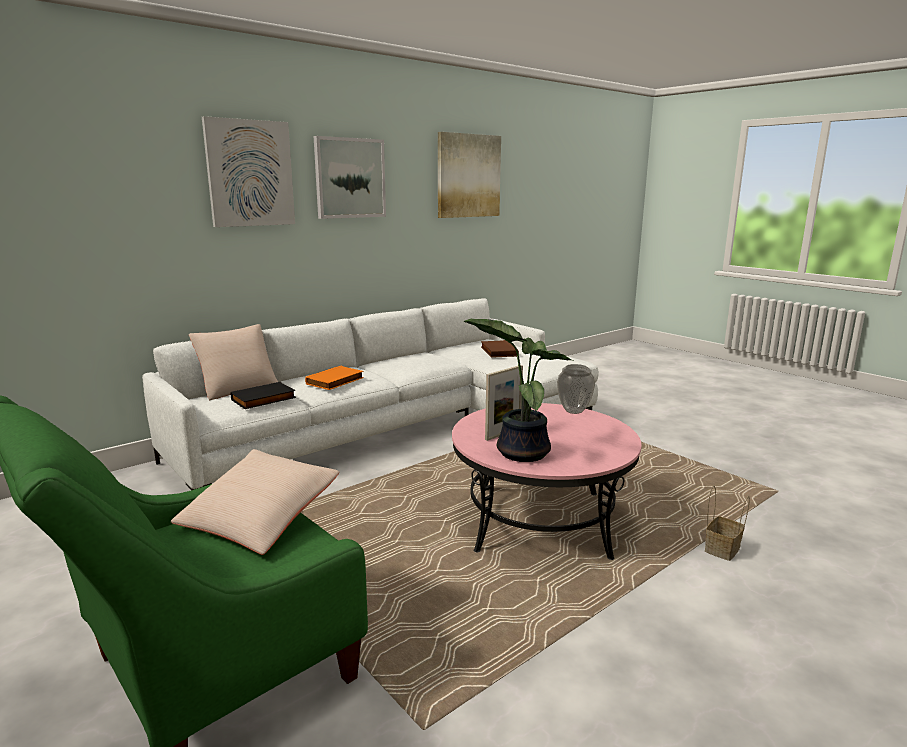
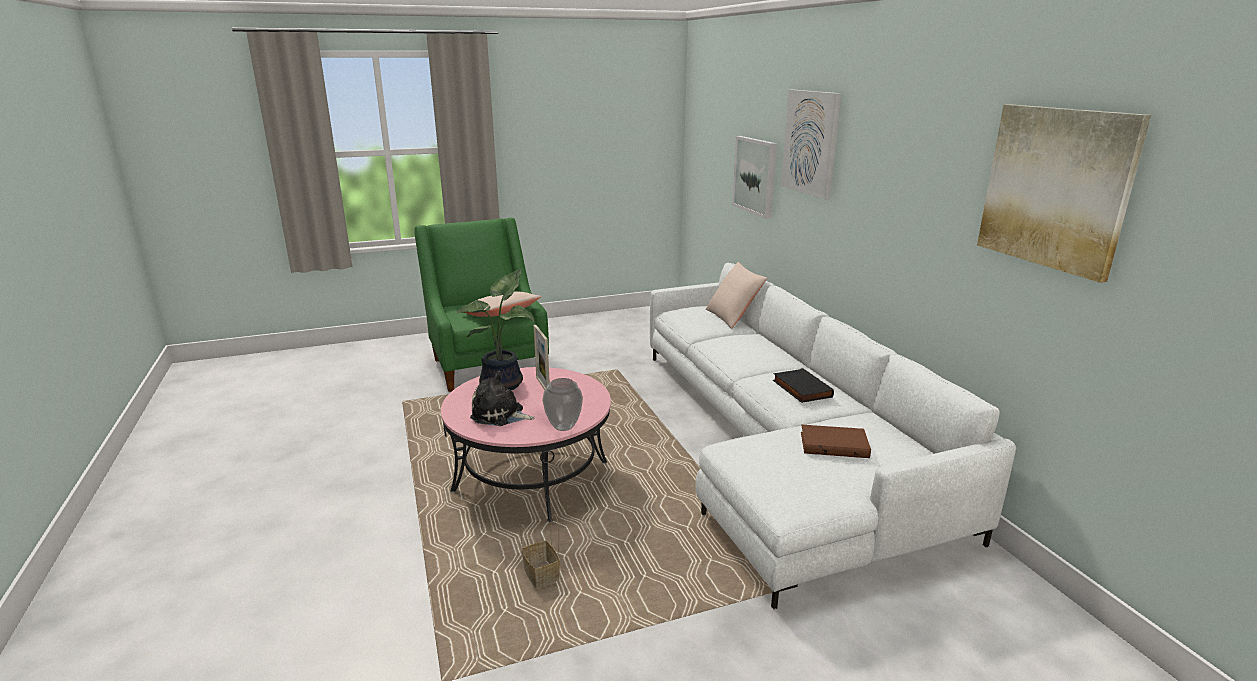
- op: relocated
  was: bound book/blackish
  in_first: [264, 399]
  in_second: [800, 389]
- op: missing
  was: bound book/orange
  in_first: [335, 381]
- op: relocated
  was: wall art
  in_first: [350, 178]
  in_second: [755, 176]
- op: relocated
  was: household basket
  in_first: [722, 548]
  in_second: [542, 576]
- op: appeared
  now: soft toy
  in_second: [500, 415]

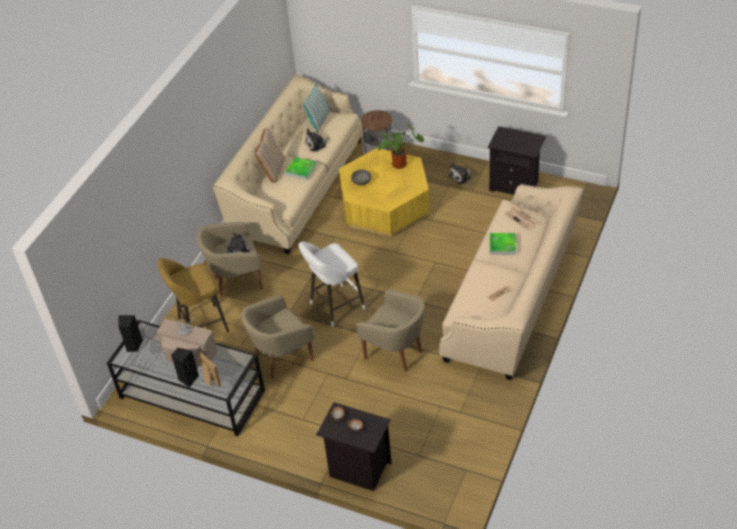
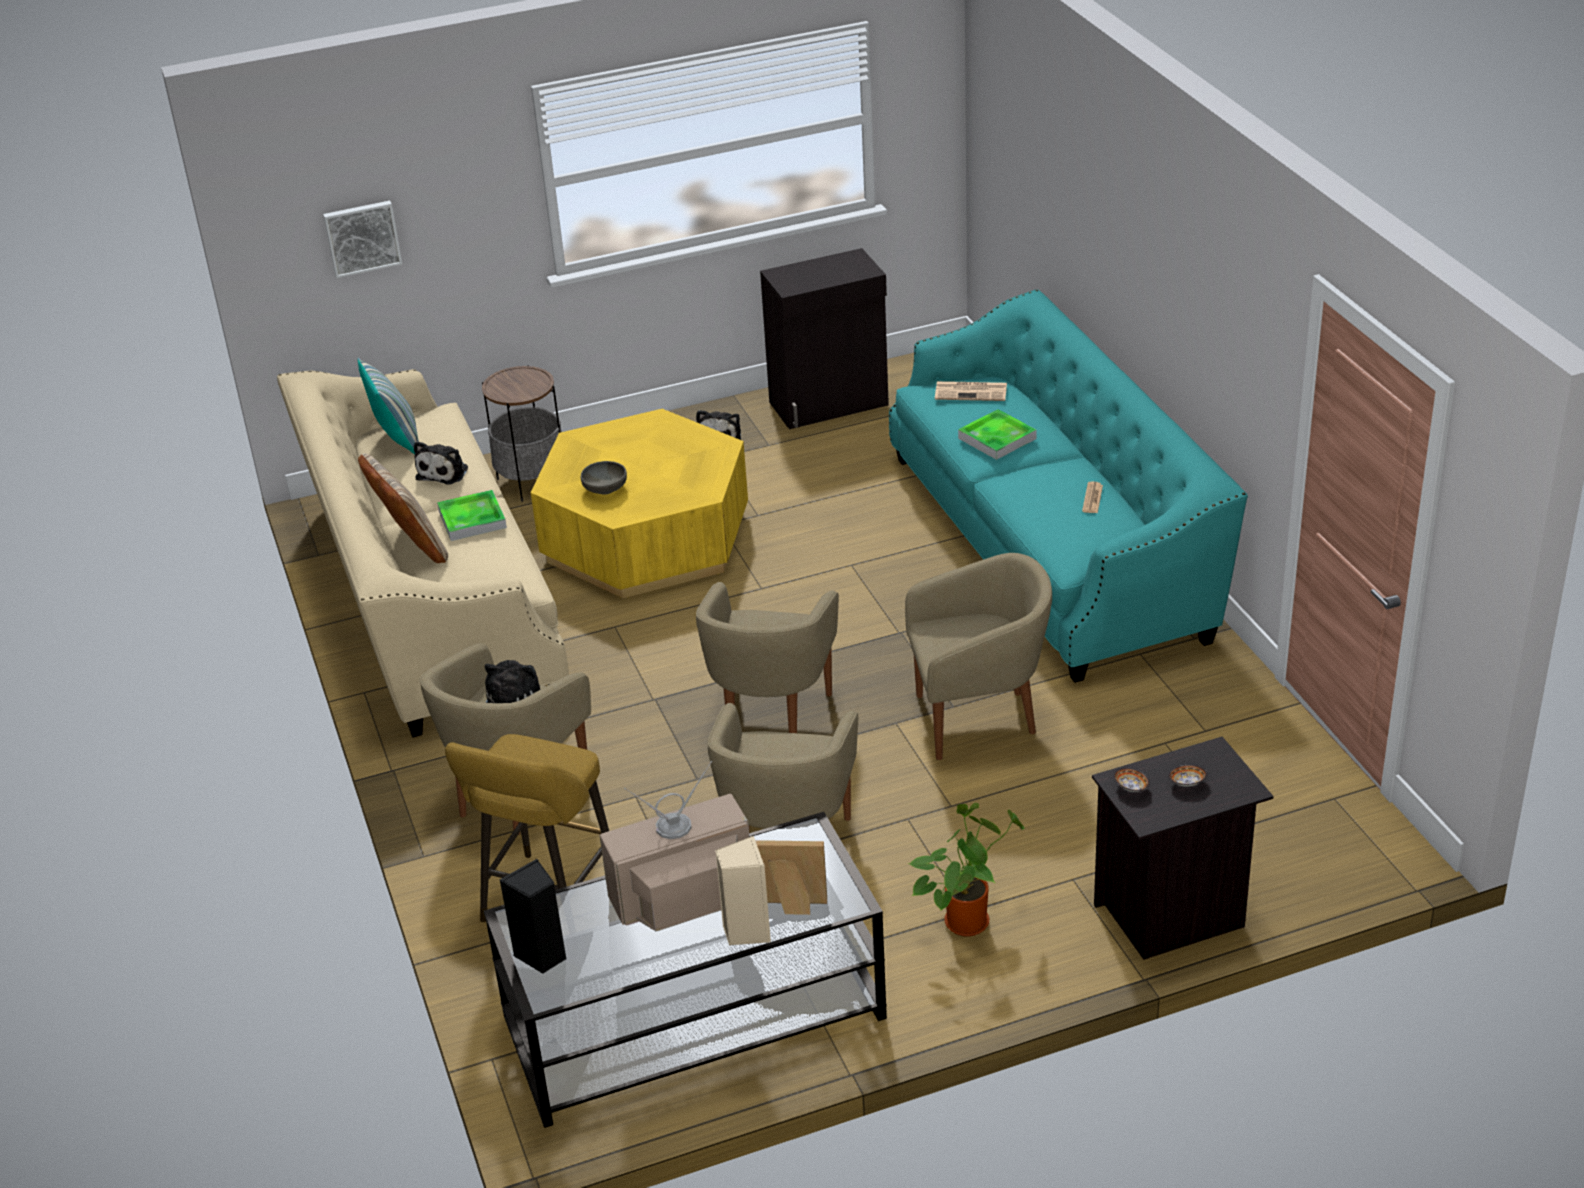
- op: colour
  was: loudspeaker/blackish
  now: loudspeaker/beige
  in_first: [188, 379]
  in_second: [746, 931]
- op: exchanged
  was: sitting stool/white
  now: armchair/beige
  in_first: [334, 307]
  in_second: [771, 721]
- op: relocated
  was: plant in a pot
  in_first: [401, 163]
  in_second: [967, 919]
- op: colour
  was: settee/beige
  now: settee/blue-green
  in_first: [511, 300]
  in_second: [1051, 545]
- op: exchanged
  was: bedside table/blackish
  now: storage cabinet/blackish
  in_first: [515, 186]
  in_second: [830, 404]
- op: appeared
  now: wall art
  in_second: [362, 237]

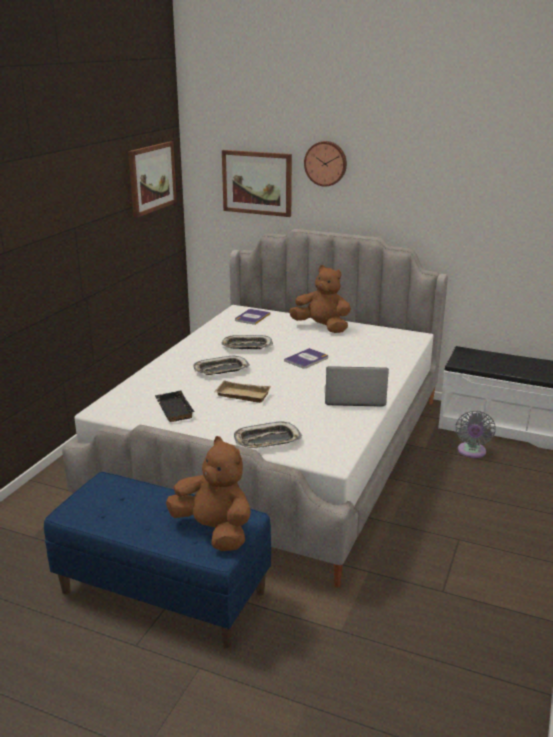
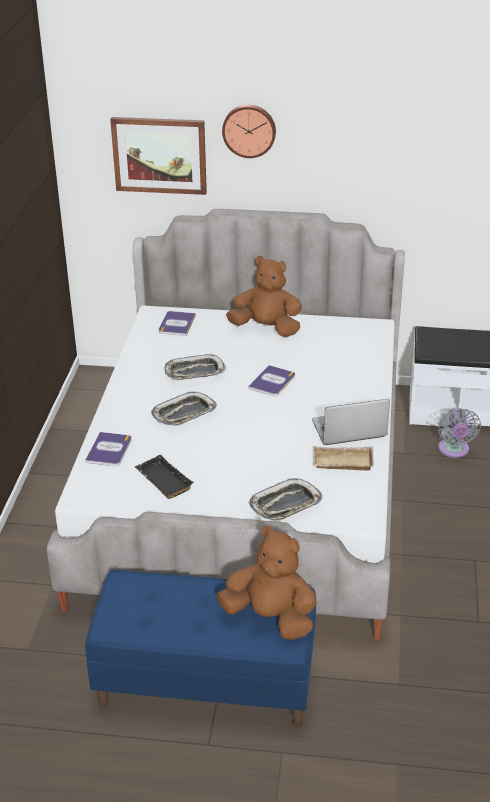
- op: missing
  was: wall art
  in_first: [151, 178]
- op: relocated
  was: serving tray/beige
  in_first: [241, 396]
  in_second: [342, 463]
- op: appeared
  now: bound book
  in_second: [109, 450]

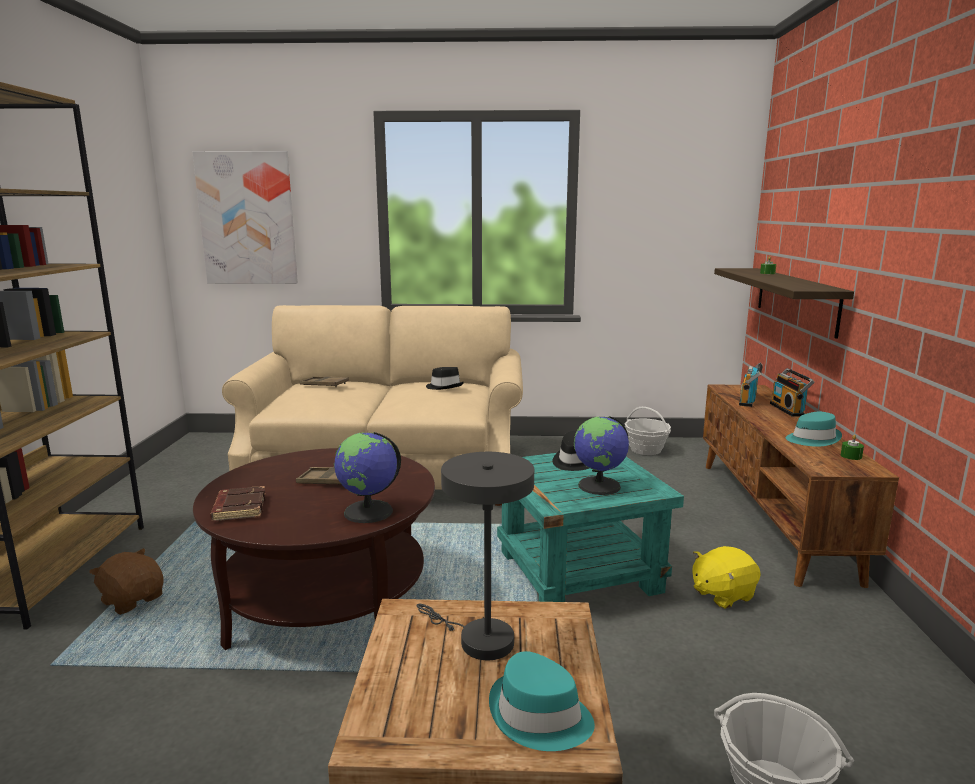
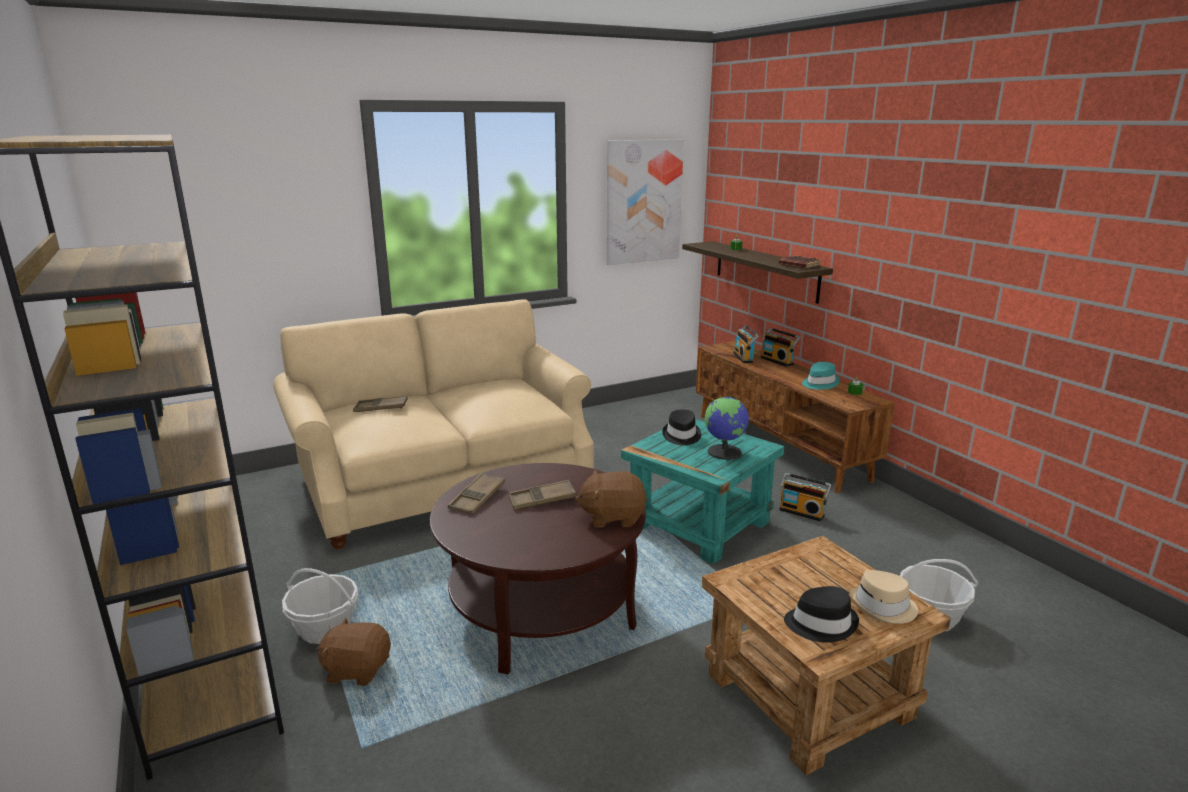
- op: relocated
  was: wall art
  in_first: [247, 219]
  in_second: [643, 201]
- op: relocated
  was: bound book/brownish
  in_first: [238, 508]
  in_second: [798, 265]
- op: exchanged
  was: globe
  now: soft toy/brownish
  in_first: [368, 512]
  in_second: [612, 517]
- op: missing
  was: table lamp/gray
  in_first: [478, 639]
- op: relocated
  was: clothing hat/blackish
  in_first: [444, 386]
  in_second: [821, 624]
- op: colour
  was: clothing hat/blue-green
  now: clothing hat/beige
  in_first: [539, 717]
  in_second: [883, 607]
- op: relocated
  was: household basket
  in_first: [646, 450]
  in_second: [325, 628]
- op: exchanged
  was: soft toy/yellow-coloured
  now: radio set
  in_first: [722, 594]
  in_second: [802, 512]
- op: appeared
  now: serving tray/brownish
  in_second: [477, 498]

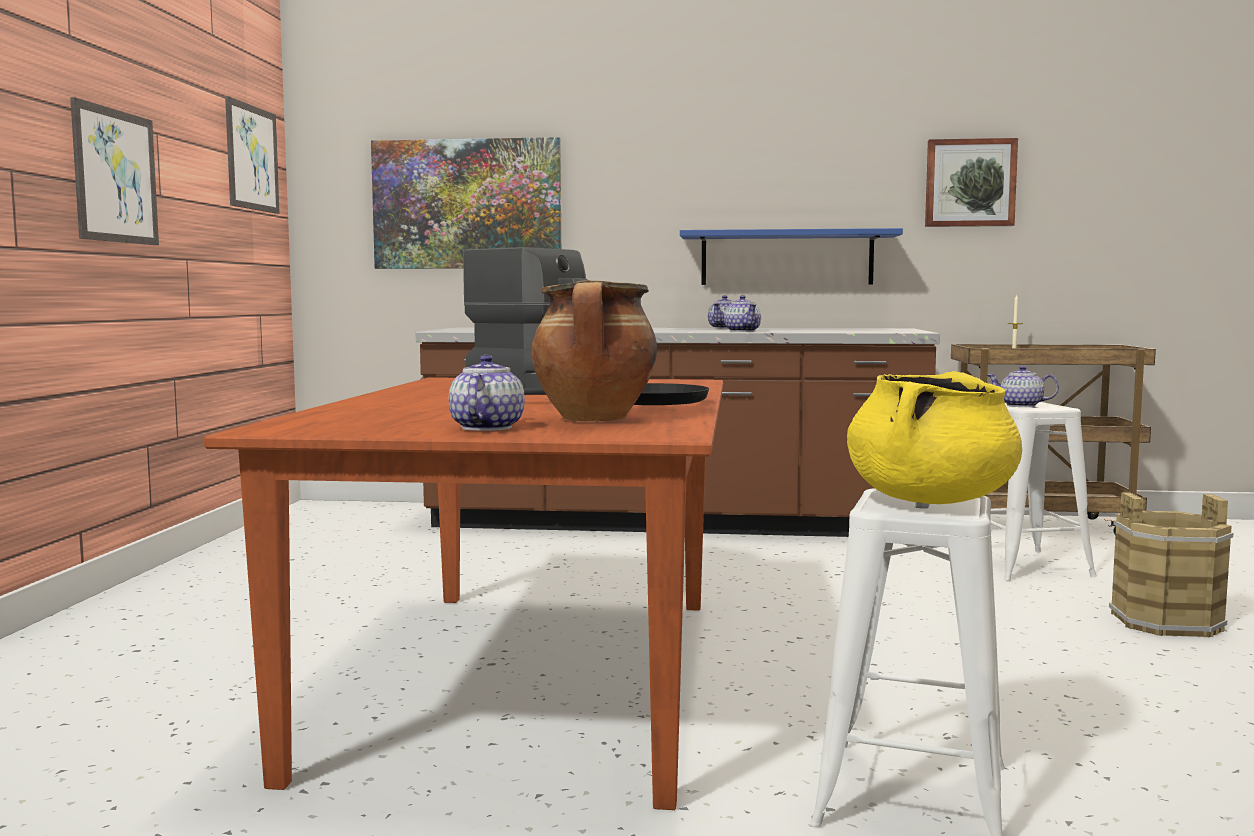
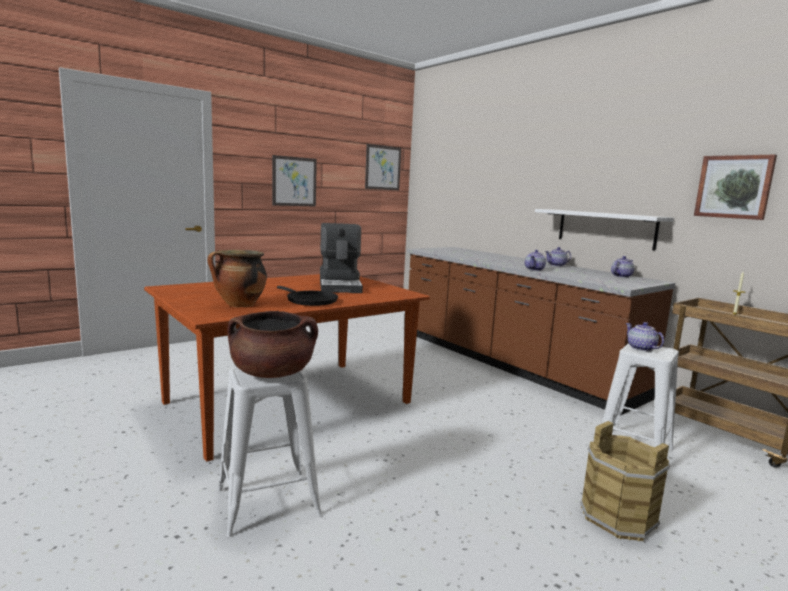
- op: missing
  was: wall art
  in_first: [467, 204]
- op: relocated
  was: teapot
  in_first: [486, 428]
  in_second: [621, 276]
- op: colour
  was: bracket shelf/bluish
  now: bracket shelf/white
  in_first: [786, 258]
  in_second: [605, 228]
- op: colour
  was: saucepot/yellow-coloured
  now: saucepot/brownish
  in_first: [930, 500]
  in_second: [273, 373]

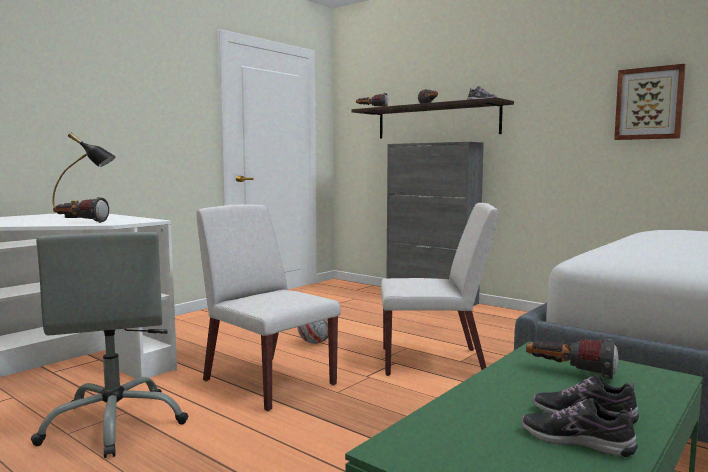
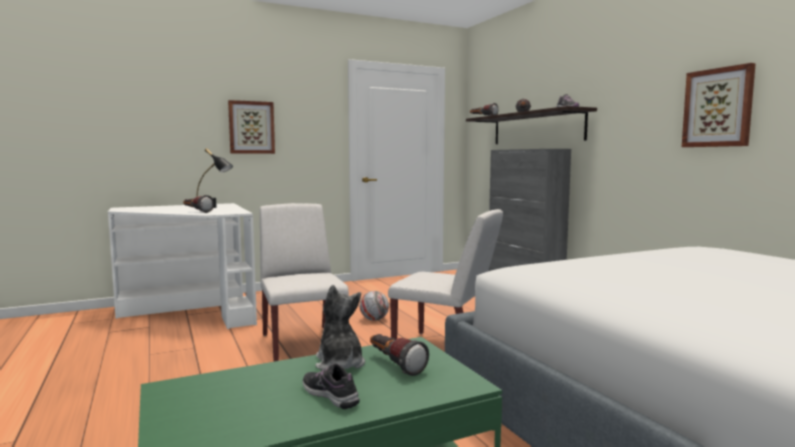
- op: missing
  was: desk chair/gray
  in_first: [115, 423]
- op: missing
  was: shoe
  in_first: [576, 441]
- op: appeared
  now: wall art
  in_second: [251, 127]
- op: appeared
  now: soft toy
  in_second: [339, 363]

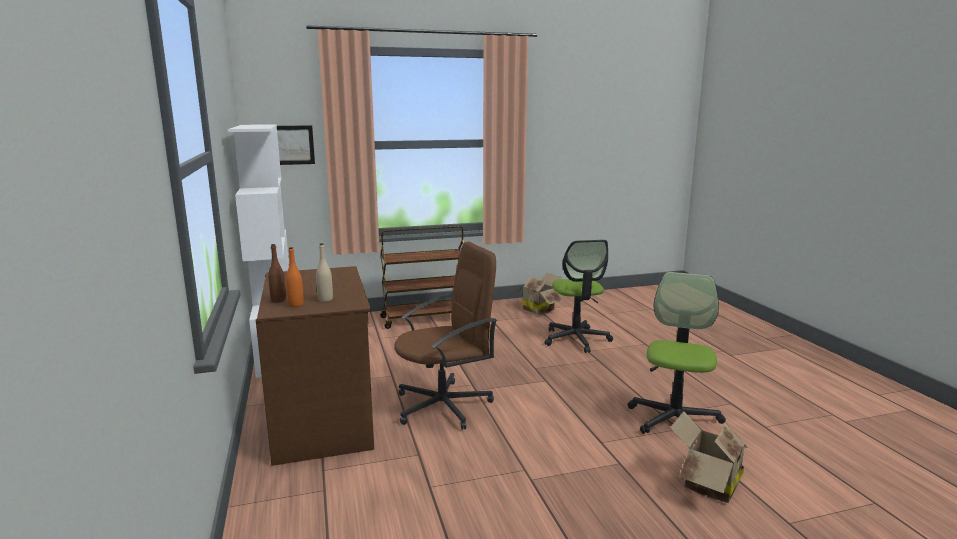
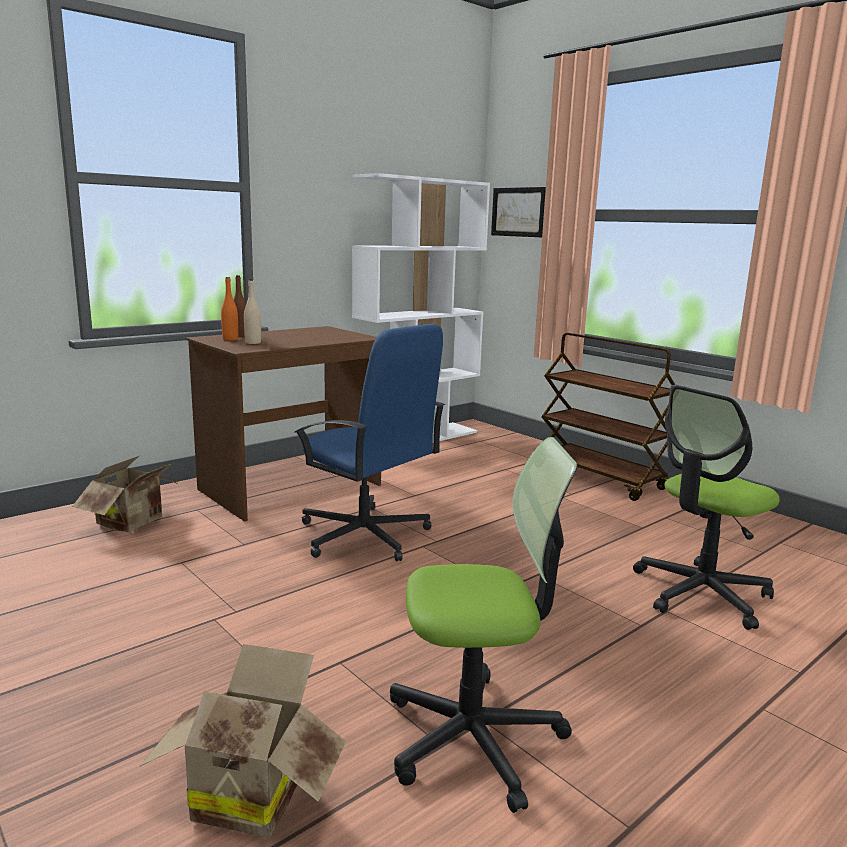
- op: colour
  was: desk chair/brownish
  now: desk chair/bluish
  in_first: [444, 405]
  in_second: [365, 536]
- op: relocated
  was: cardboard box
  in_first: [539, 309]
  in_second: [135, 522]

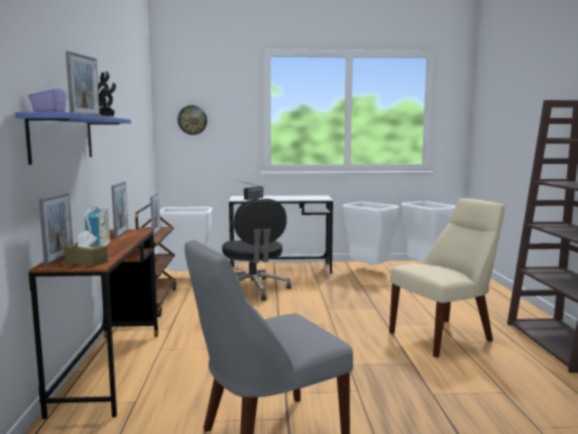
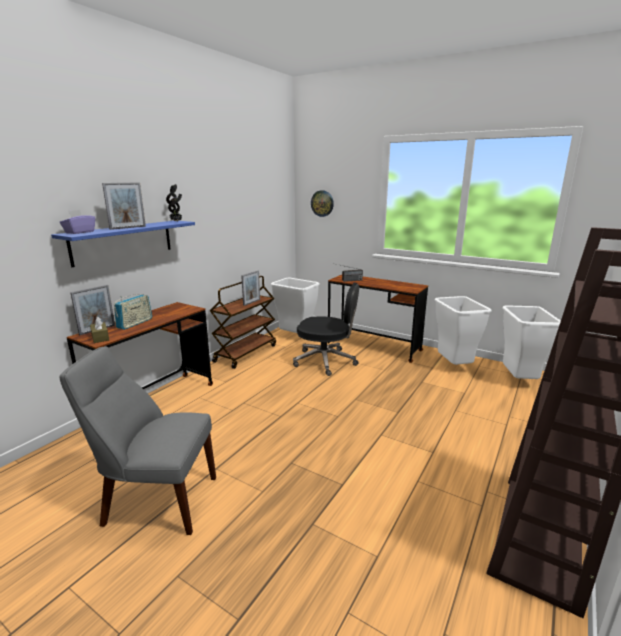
- op: missing
  was: standing frame
  in_first: [121, 234]
- op: spun
  was: desk chair/blackish
  in_first: [253, 289]
  in_second: [326, 361]
  clockwise: -90
- op: colour
  was: desk/white
  now: desk/brownish
  in_first: [281, 270]
  in_second: [373, 347]
- op: missing
  was: chair/beige
  in_first: [444, 336]

